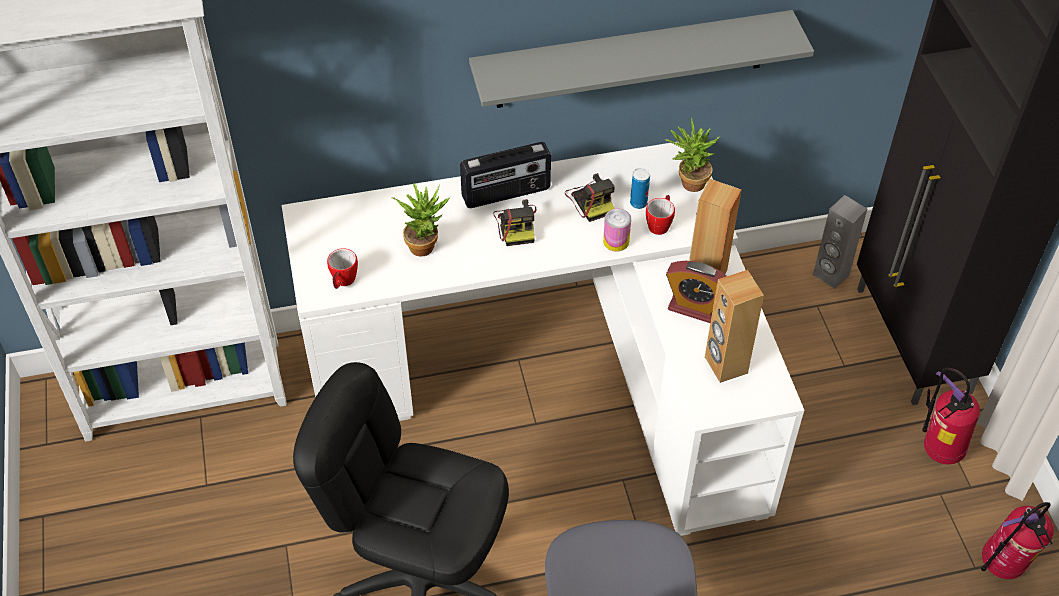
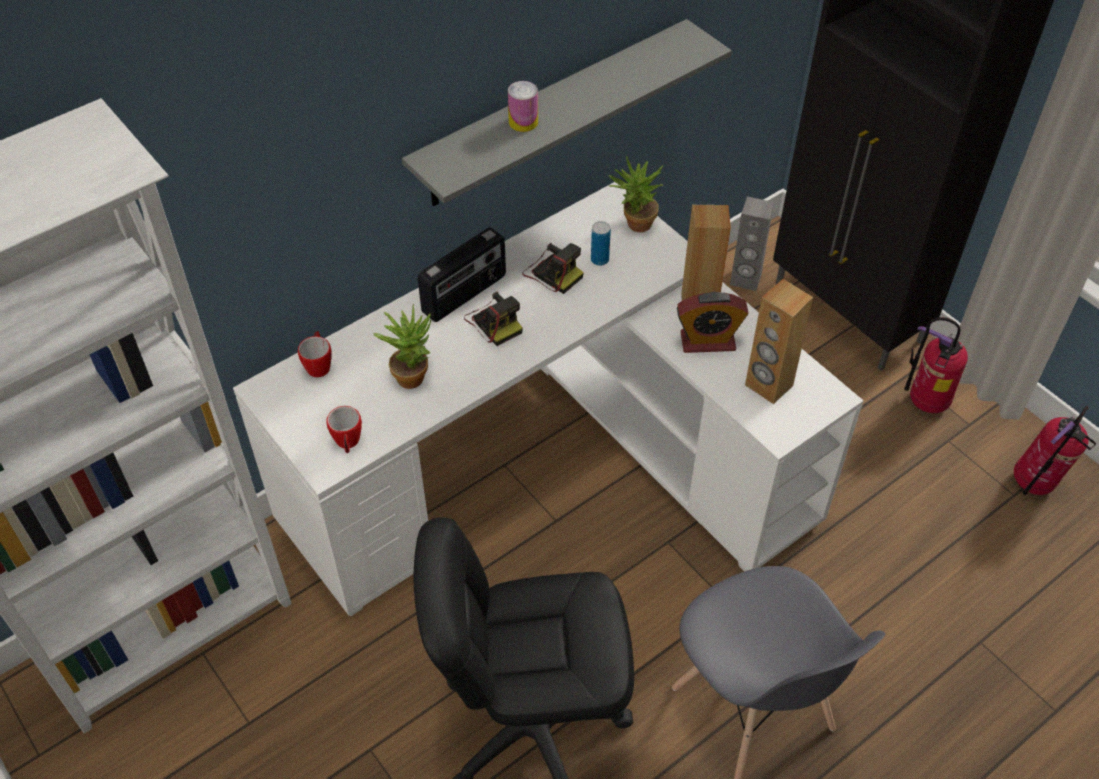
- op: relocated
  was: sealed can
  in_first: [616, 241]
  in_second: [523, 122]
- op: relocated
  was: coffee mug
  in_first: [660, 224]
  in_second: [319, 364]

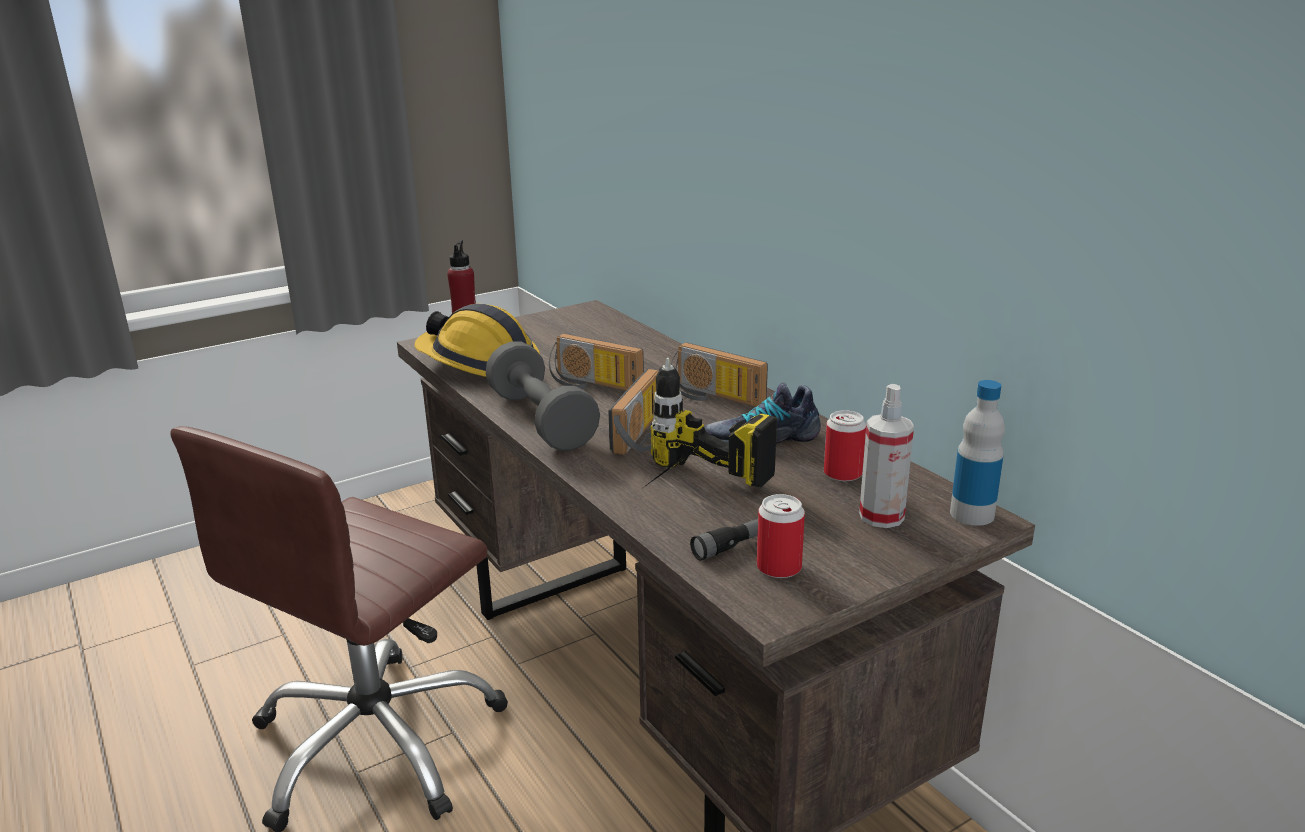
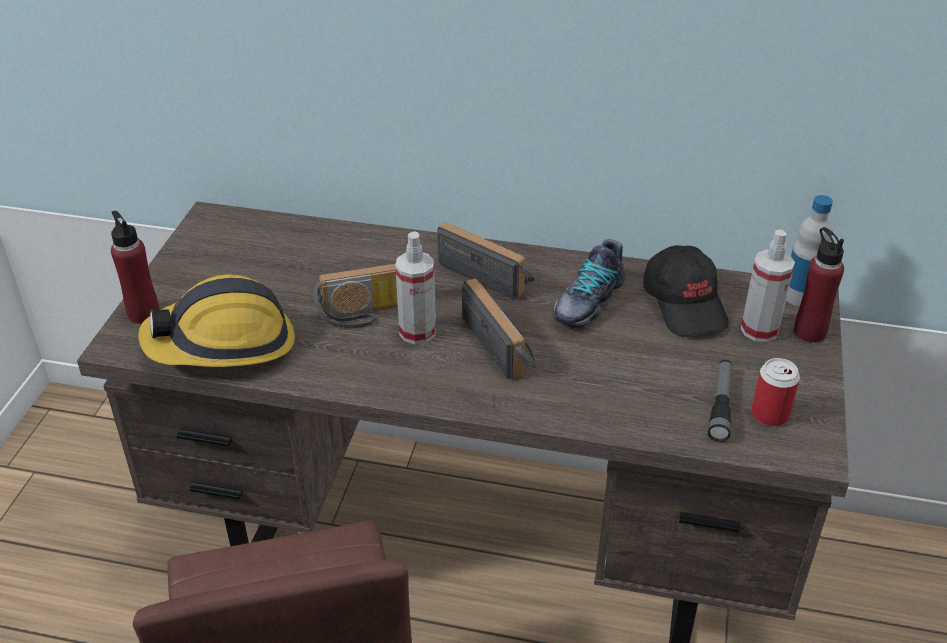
- op: missing
  was: free weight/gray
  in_first: [541, 421]
- op: missing
  was: power drill
  in_first: [686, 493]
- op: spun
  was: radio set
  in_first: [713, 397]
  in_second: [489, 274]
  clockwise: -135
- op: exchanged
  was: sealed can
  now: cap/blackish
  in_first: [842, 474]
  in_second: [685, 304]
- op: appeared
  now: hand sprayer
  in_second: [417, 332]
- op: appeared
  now: beverage bottle/red-coloured
  in_second: [809, 332]

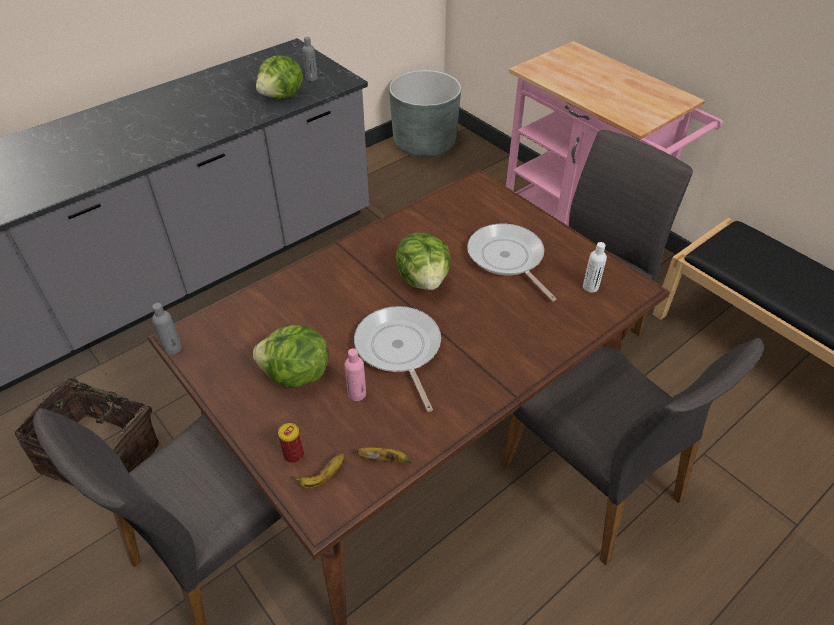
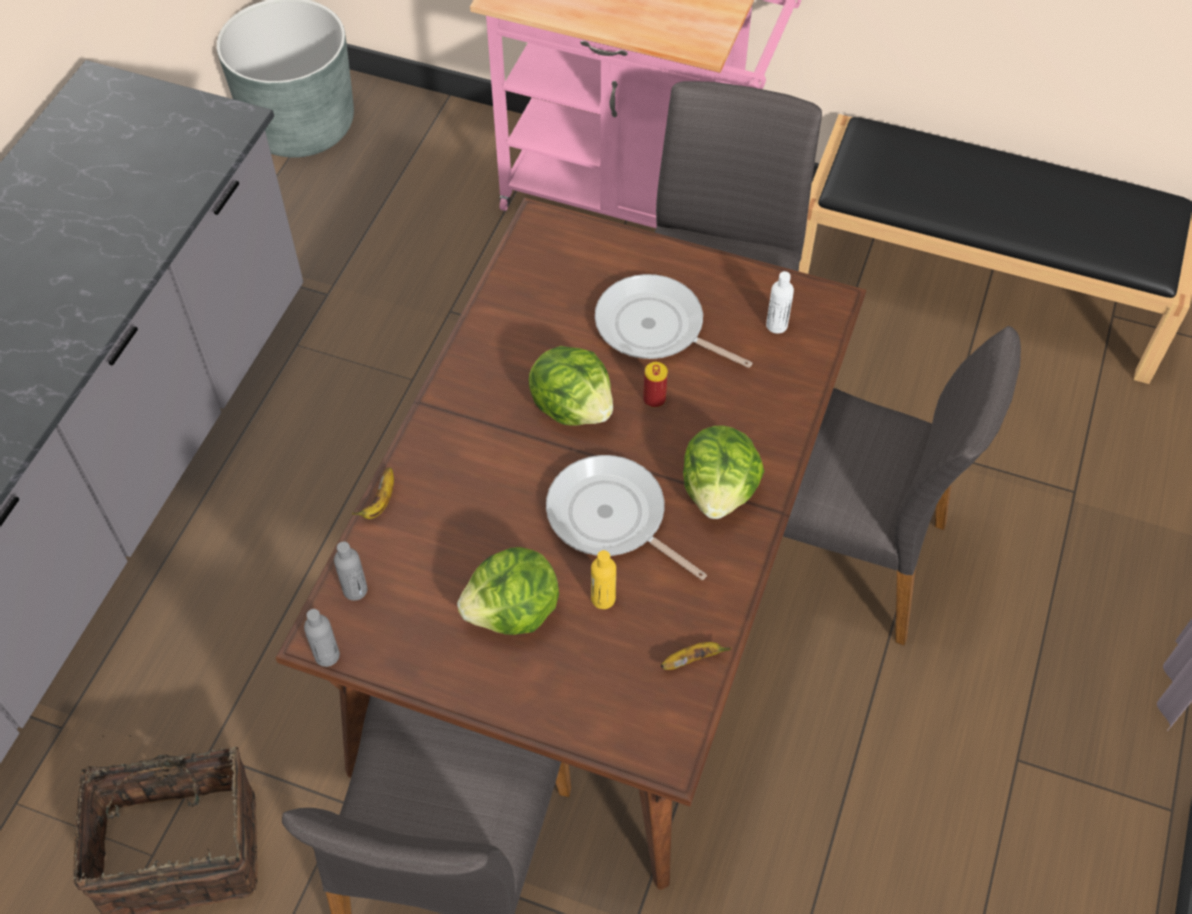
- op: relocated
  was: lettuce
  in_first: [282, 96]
  in_second: [719, 491]
- op: relocated
  was: sealed can
  in_first: [293, 455]
  in_second: [654, 399]
- op: relocated
  was: banana fruit
  in_first: [322, 477]
  in_second: [380, 502]
- op: relocated
  was: beverage bottle/gray
  in_first: [311, 78]
  in_second: [355, 590]
- op: colour
  was: beverage bottle/pink
  now: beverage bottle/yellow-coloured
  in_first: [357, 394]
  in_second: [603, 598]

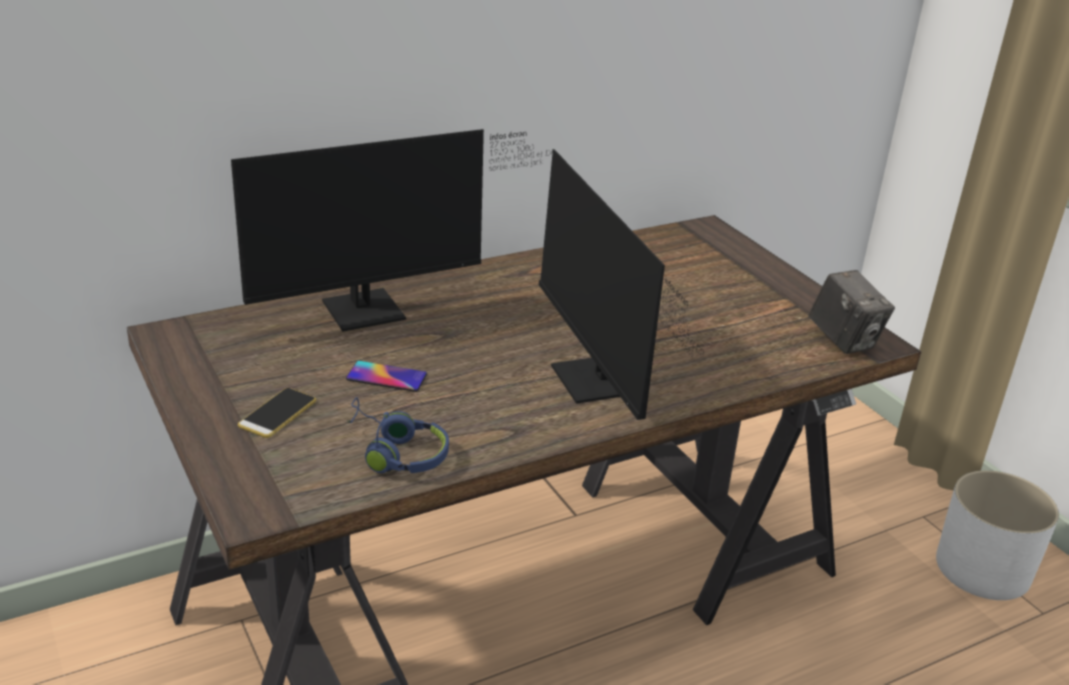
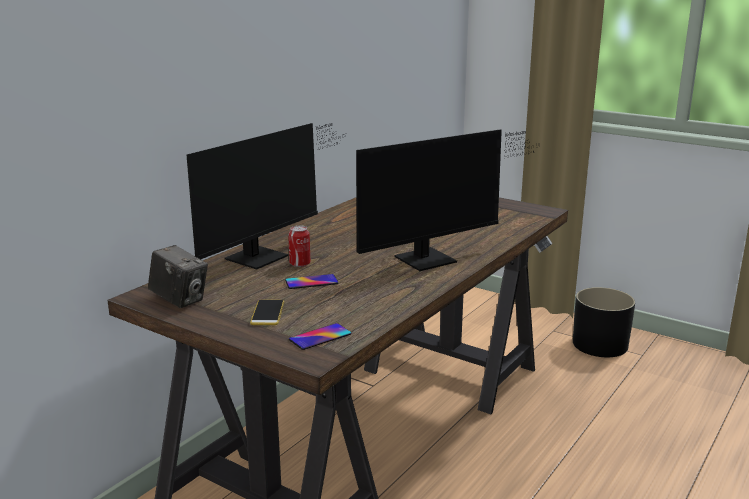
- op: missing
  was: headphones/bluish
  in_first: [394, 452]
- op: spun
  was: computer display
  in_first: [597, 387]
  in_second: [433, 258]
  clockwise: -75
- op: relocated
  was: photo camera
  in_first: [844, 340]
  in_second: [179, 300]
- op: colour
  was: planter/white
  now: planter/blackish
  in_first: [983, 568]
  in_second: [600, 344]
- op: appeared
  now: sealed can
  in_second: [300, 264]
- op: appeared
  now: handset
  in_second: [320, 337]

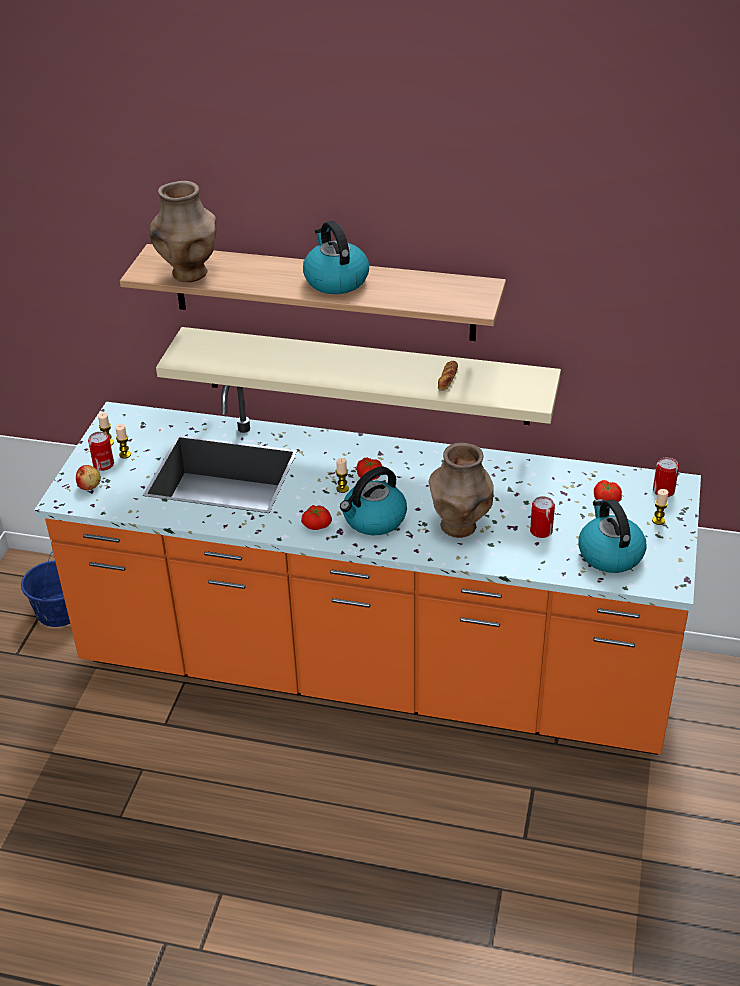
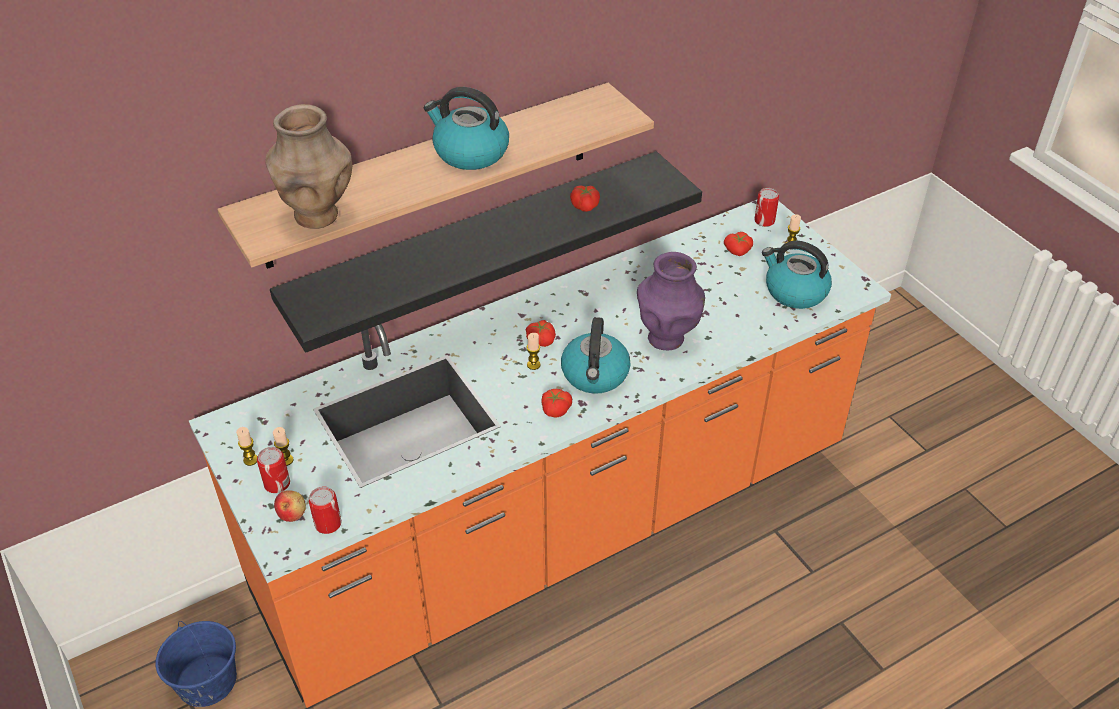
- op: colour
  was: bracket shelf/beige
  now: bracket shelf/blackish
  in_first: [366, 376]
  in_second: [478, 245]
- op: colour
  was: decorative vase/brownish
  now: decorative vase/purple
  in_first: [459, 527]
  in_second: [667, 338]
- op: exchanged
  was: bread
  now: fresh tomato
  in_first: [447, 379]
  in_second: [585, 206]
- op: relocated
  was: sealed can
  in_first: [541, 531]
  in_second: [328, 524]

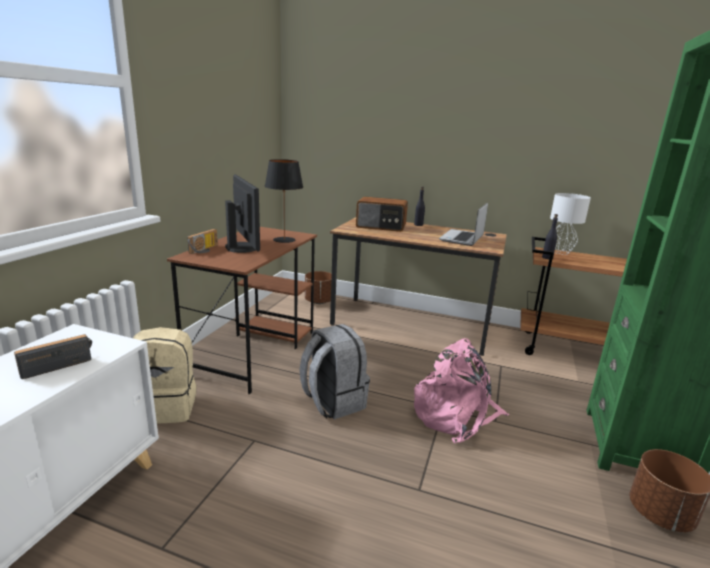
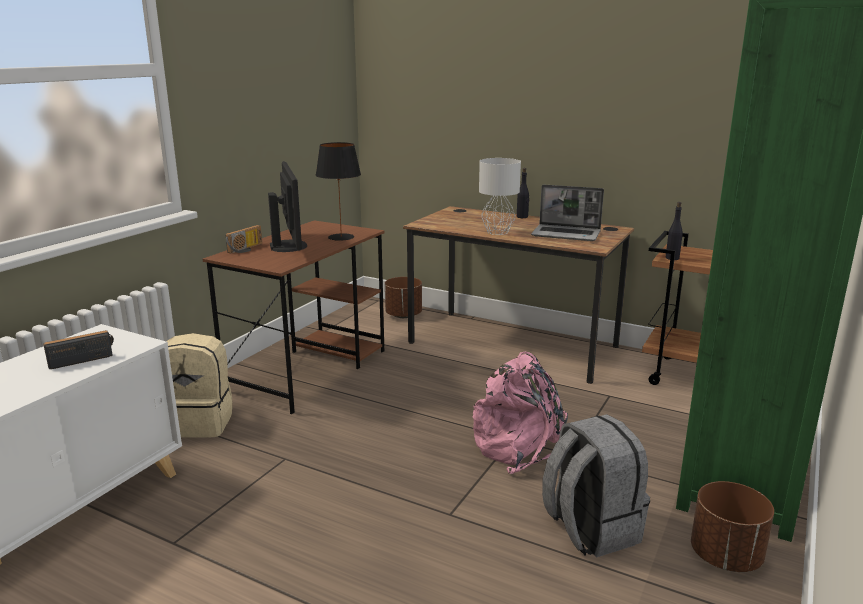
- op: relocated
  was: rucksack/gray
  in_first: [332, 402]
  in_second: [589, 529]
- op: missing
  was: radio set
  in_first: [381, 226]
- op: spun
  was: portable computer
  in_first: [462, 239]
  in_second: [567, 234]
  clockwise: -105
- op: relocated
  was: table lamp/gray
  in_first: [559, 252]
  in_second: [497, 232]

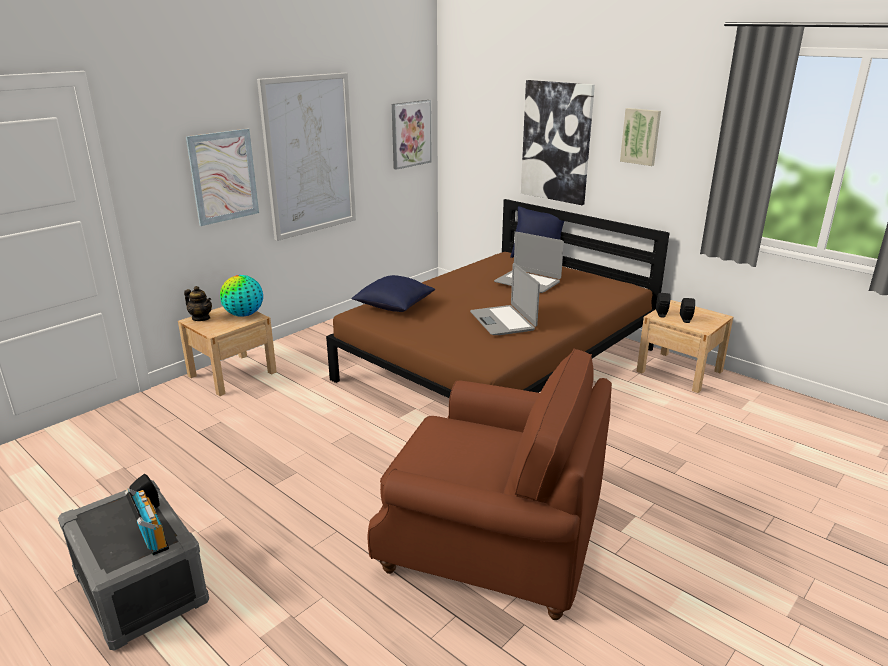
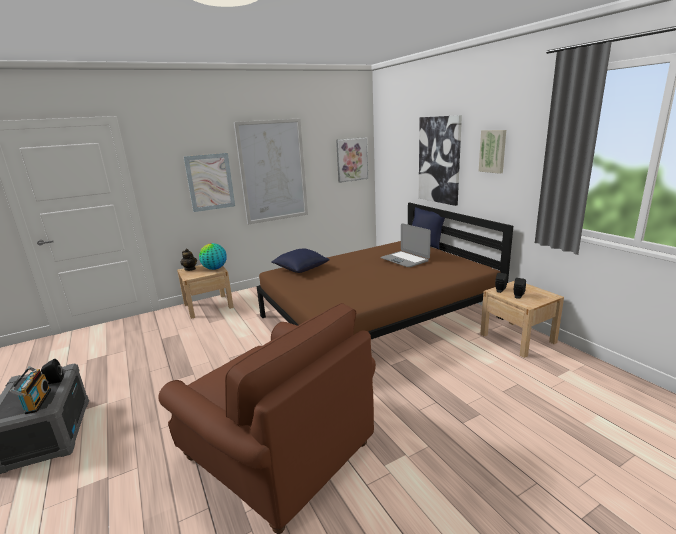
- op: missing
  was: portable computer
  in_first: [503, 321]

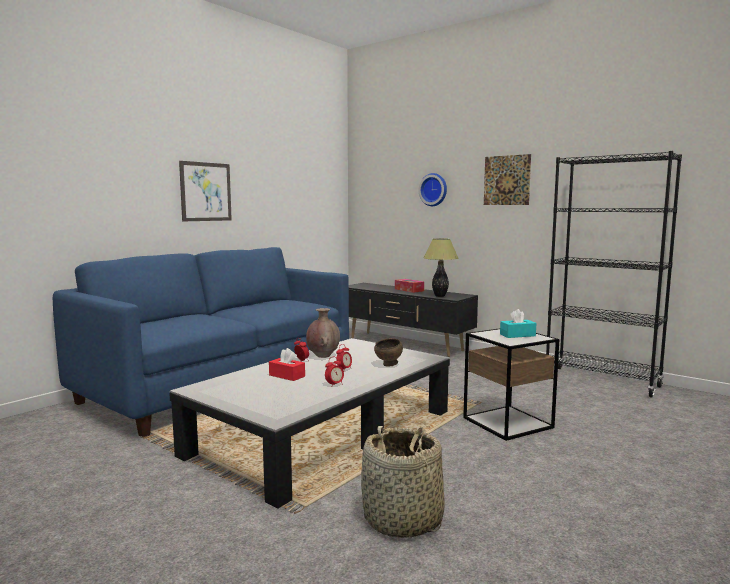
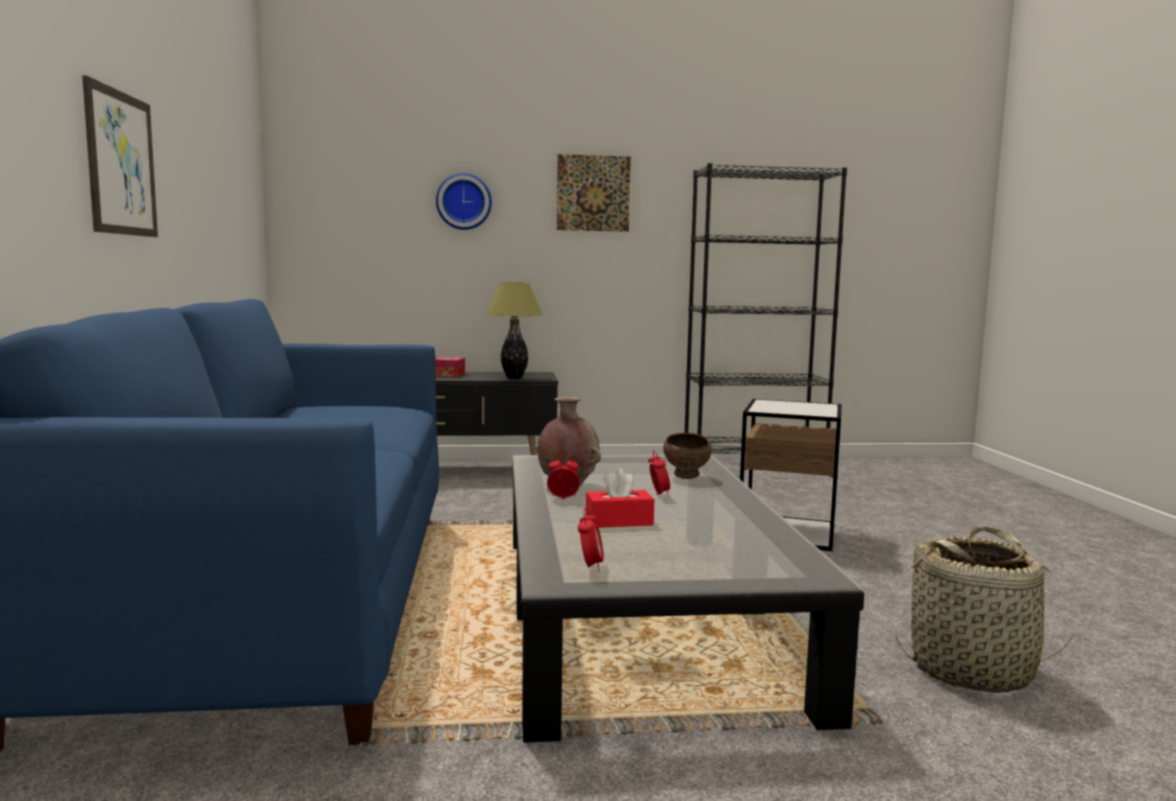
- op: relocated
  was: bedside clock
  in_first: [334, 385]
  in_second: [590, 567]
- op: missing
  was: tissue box/blue-green
  in_first: [517, 335]

